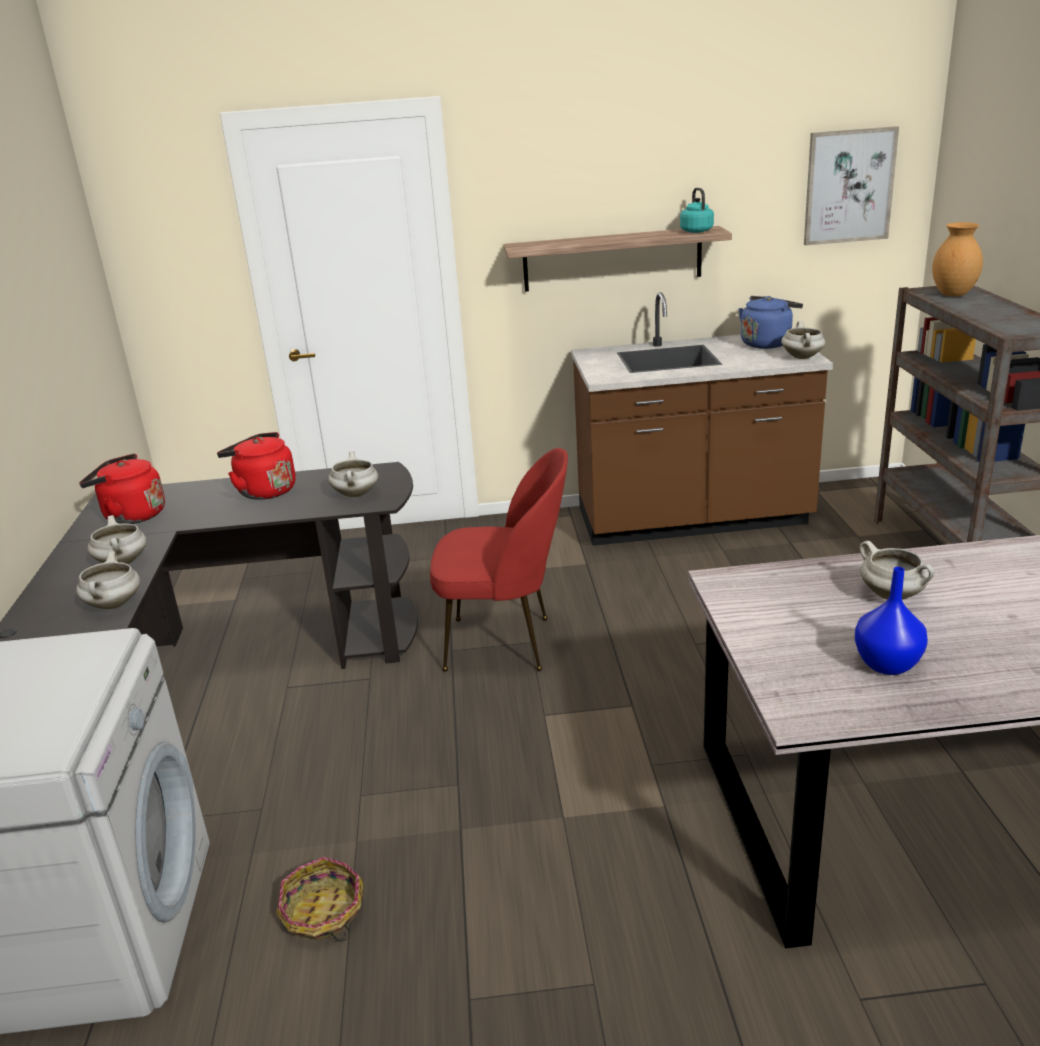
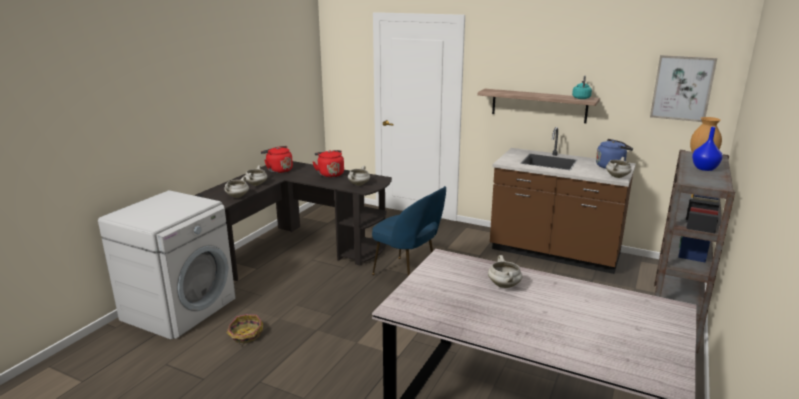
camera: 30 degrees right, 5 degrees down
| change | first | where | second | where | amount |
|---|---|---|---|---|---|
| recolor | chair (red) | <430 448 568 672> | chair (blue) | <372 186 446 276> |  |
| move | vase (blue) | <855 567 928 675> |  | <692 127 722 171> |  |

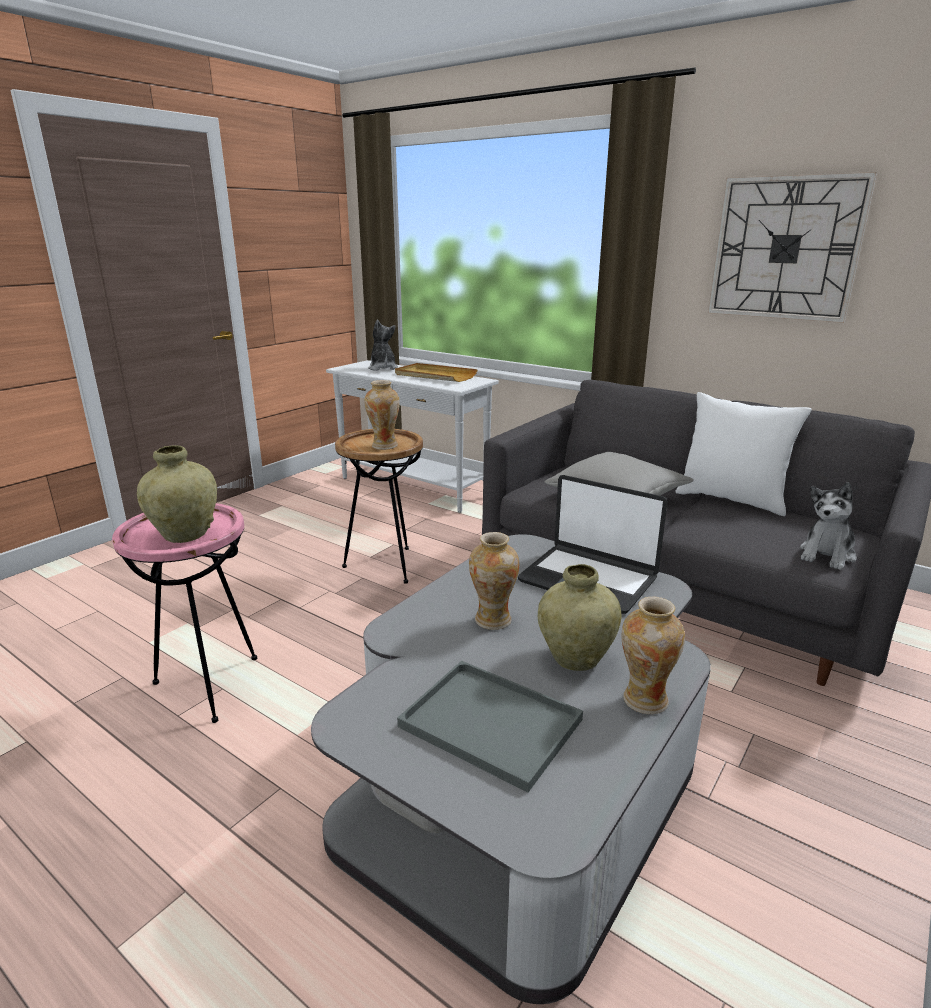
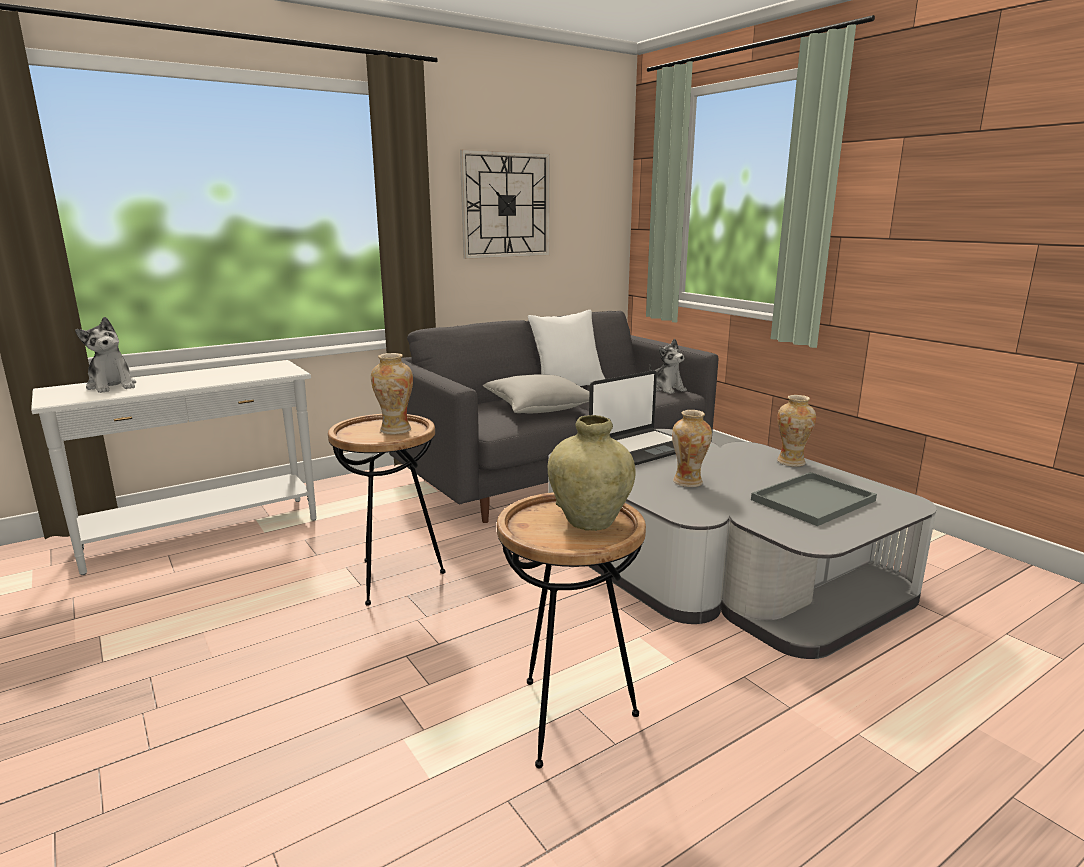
camera: 70 degrees left, 5 degrees down
| change | first | where | second | where | amount |
|---|---|---|---|---|---|
| recolor | side table (pink) | <112 503 257 723> | side table (brown) | <497 492 646 768> |  |
| rotate | plush toy | <368 320 398 371> |  | <75 317 136 393> | 135 degrees counterclockwise |
| delete | tray (beige) | <395 363 478 382> |  |  |  |
| delete | vase (beige) | <538 564 622 671> |  |  |  |

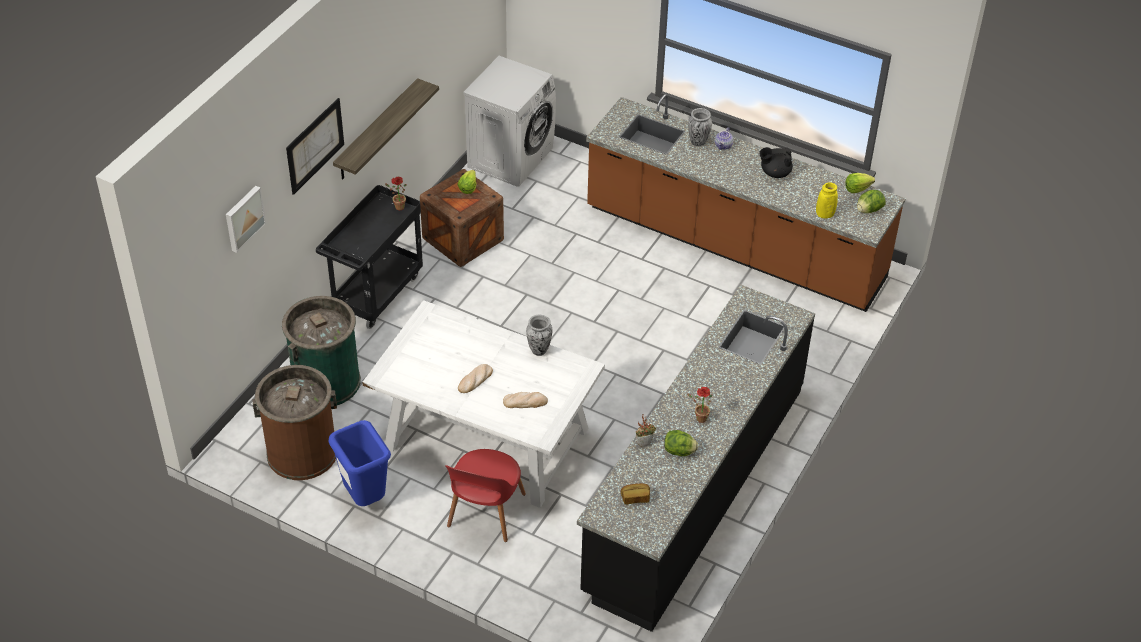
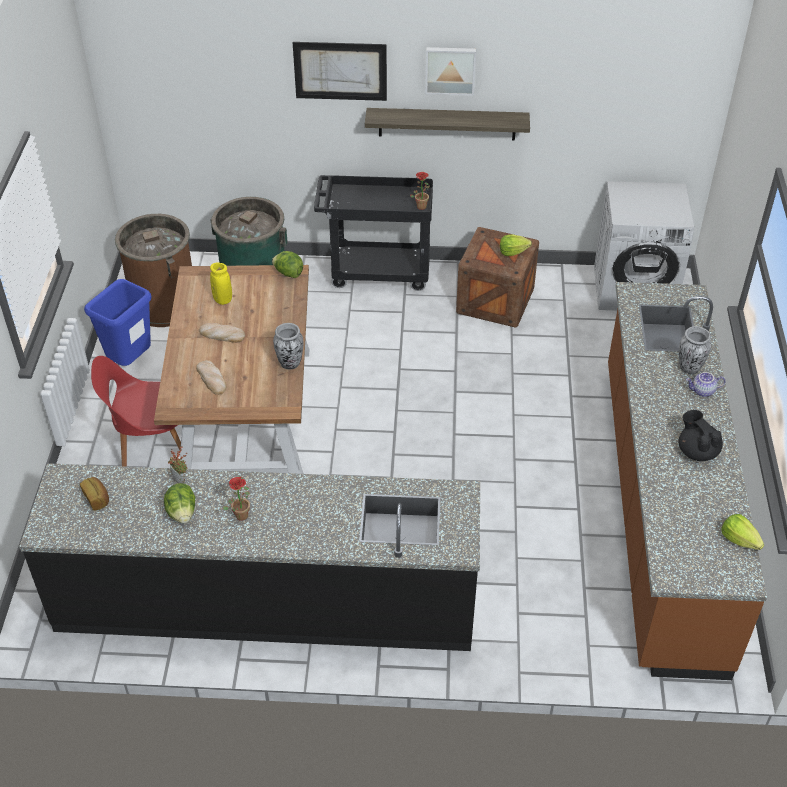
camera: 65 degrees right, 0 degrees up
| change | first | where | second | where | amount |
|---|---|---|---|---|---|
| move | picture | <226 186 266 253> |  | <425 47 476 96> |  |
| recolor | dining table (white) | <362 300 605 508> | dining table (brown) | <154 265 309 474> |  |
| move | vase (yellow) | <816 182 838 218> |  | <210 262 232 305> |  |
| move | lettuce | <857 190 886 213> |  | <272 251 303 278> |  |

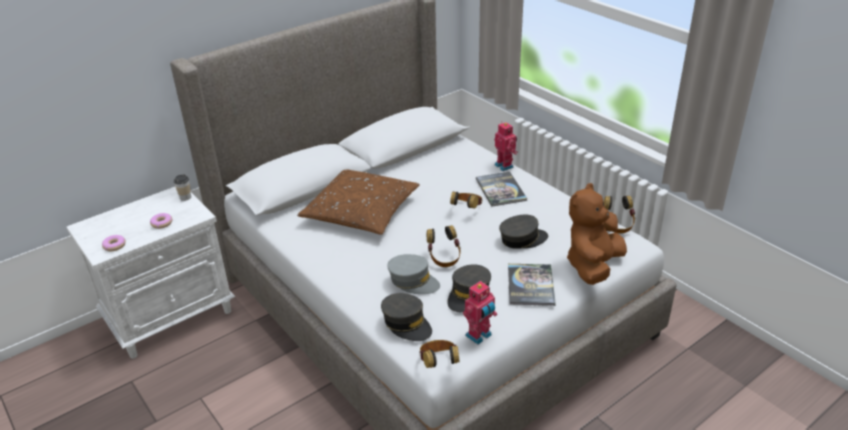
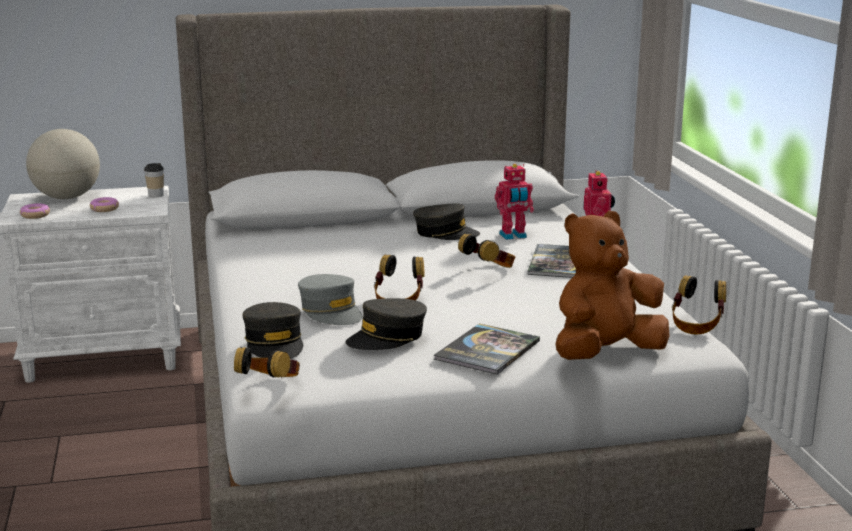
camera: 25 degrees right, 15 degrees down
| change | first | where | second | where | amount |
|---|---|---|---|---|---|
| delete | pillow (brown) | <297 170 420 235> |  |  |  |
| move | toy robot | <463 281 497 345> |  | <495 164 534 240> |  |
| move | cap (grey) | <499 215 548 249> |  | <413 203 480 240> |  |
| insert |  |  | globe | <26 129 100 199> |  |

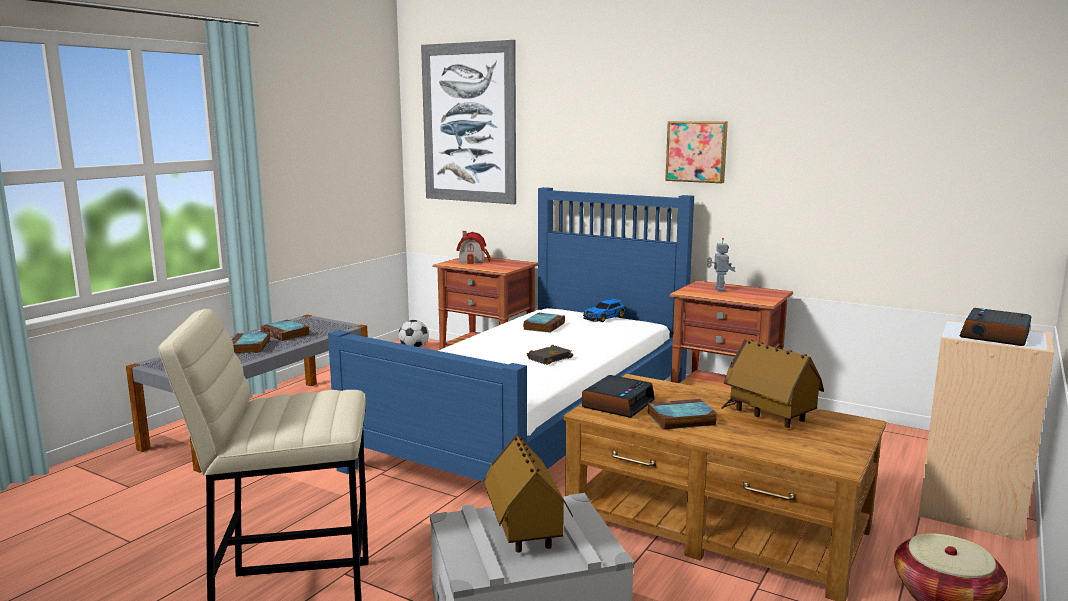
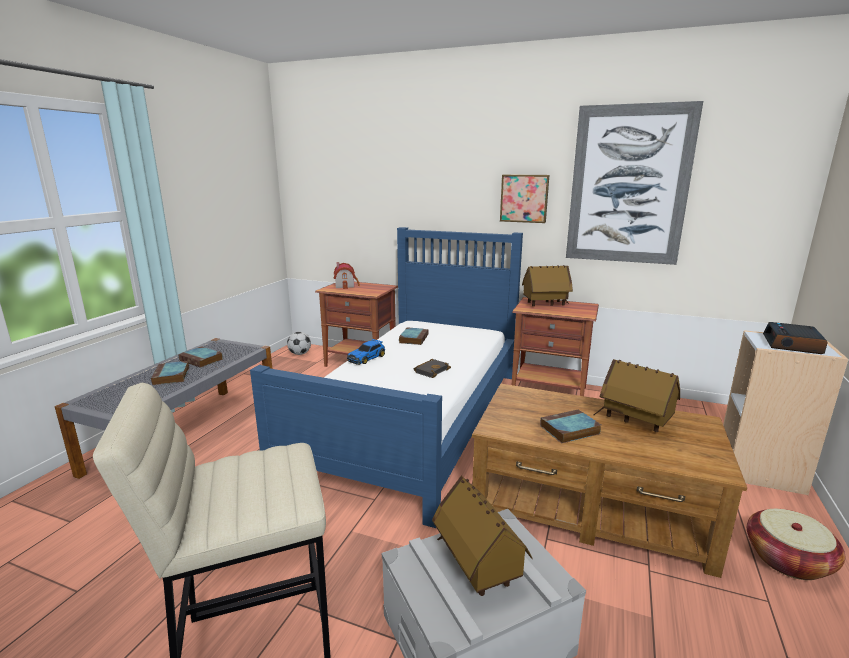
camera: 10 degrees left, 5 degrees up
| change | first | where | second | where | amount |
|---|---|---|---|---|---|
| move | picture | <421 40 516 204> |  | <566 101 703 265> |  |
| delete | alarm clock | <582 375 655 418> |  |  |  |
| move | toy car | <583 298 625 322> |  | <347 339 385 365> |  |
| replace | toy robot | <707 238 736 291> | toy house | <522 265 573 306> |  |

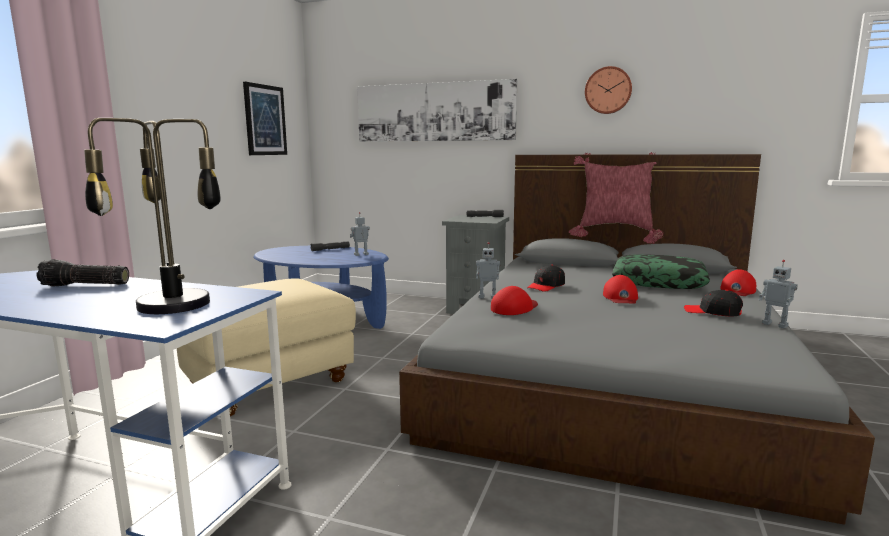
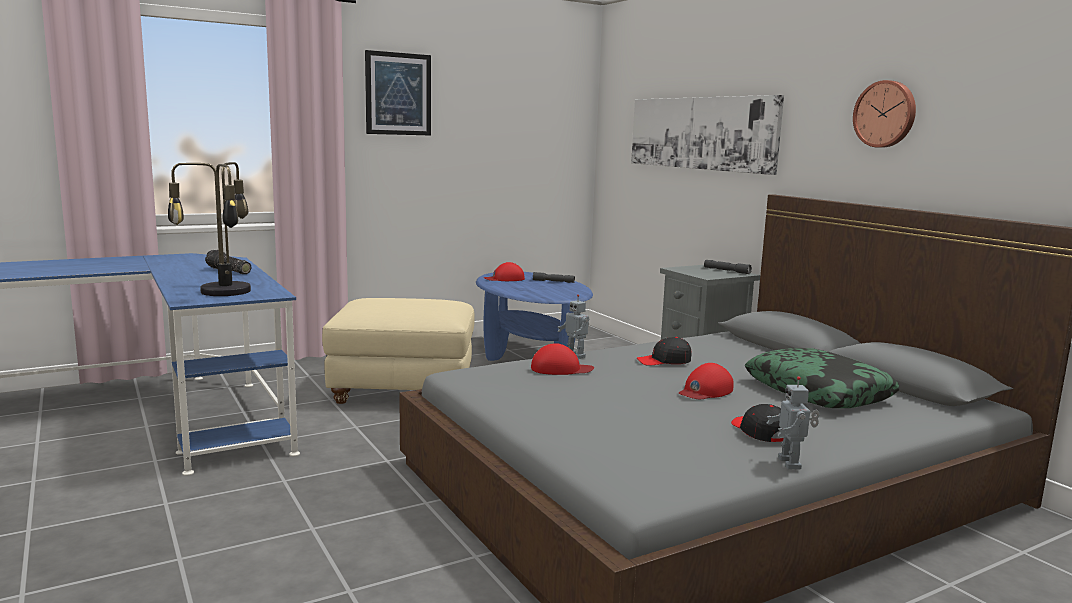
camera: 40 degrees right, 0 degrees up
| change | first | where | second | where | amount |
|---|---|---|---|---|---|
| move | picture | <243 82 287 155> |  | <365 50 431 136> |  |
| delete | toy robot | <350 212 370 256> |  |  |  |
| delete | pillow (red) | <569 152 664 243> |  |  |  |
| move | cap (red) | <720 269 756 296> |  | <484 262 525 281> |  |

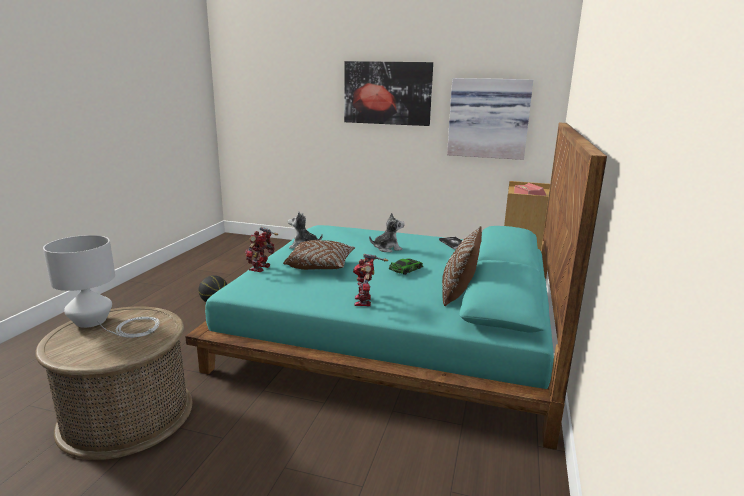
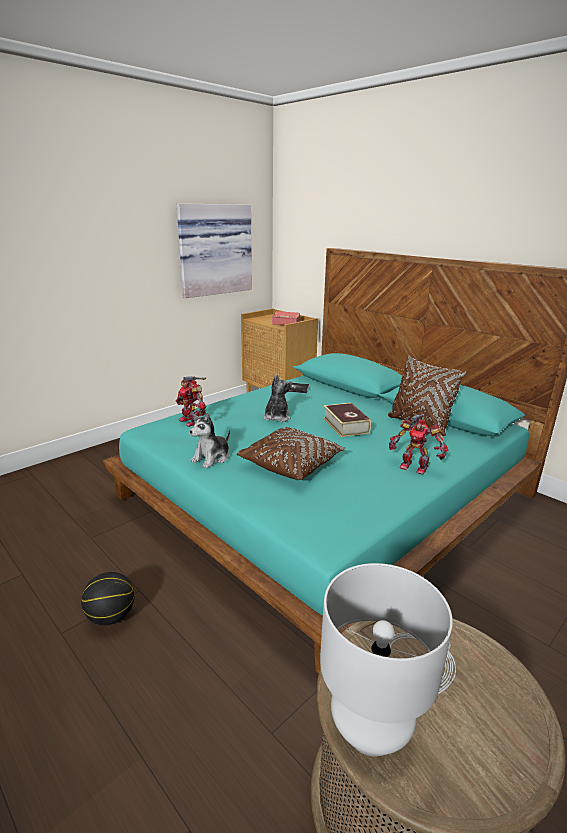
camera: 60 degrees left, 5 degrees up
| change | first | where | second | where | amount |
|---|---|---|---|---|---|
| move | toy robot | <245 227 278 272> |  | <176 376 206 427> |  |
| delete | picture | <344 61 433 126> |  |  |  |
| replace | toy car | <389 258 423 275> | book | <323 403 371 437> |  |

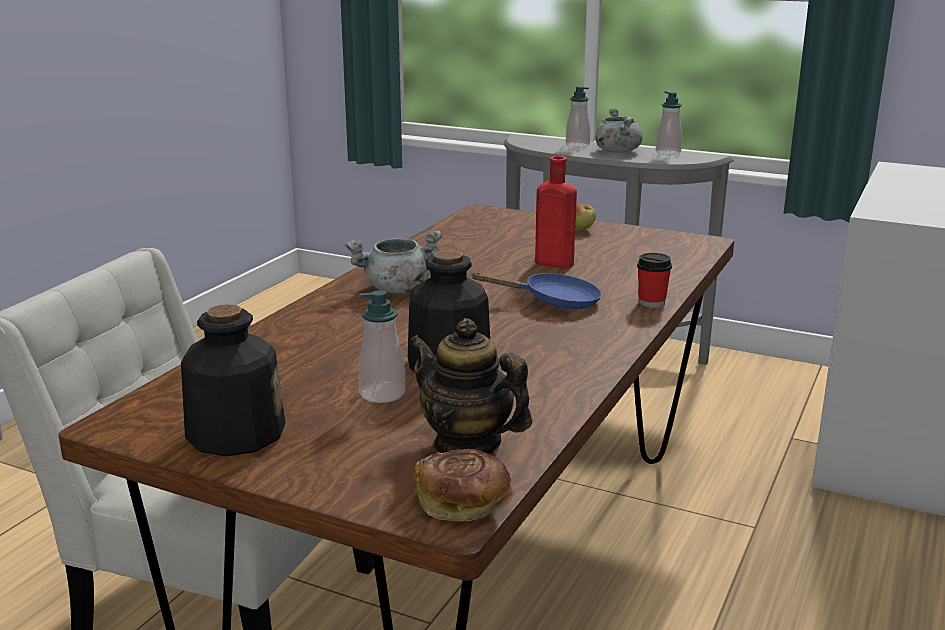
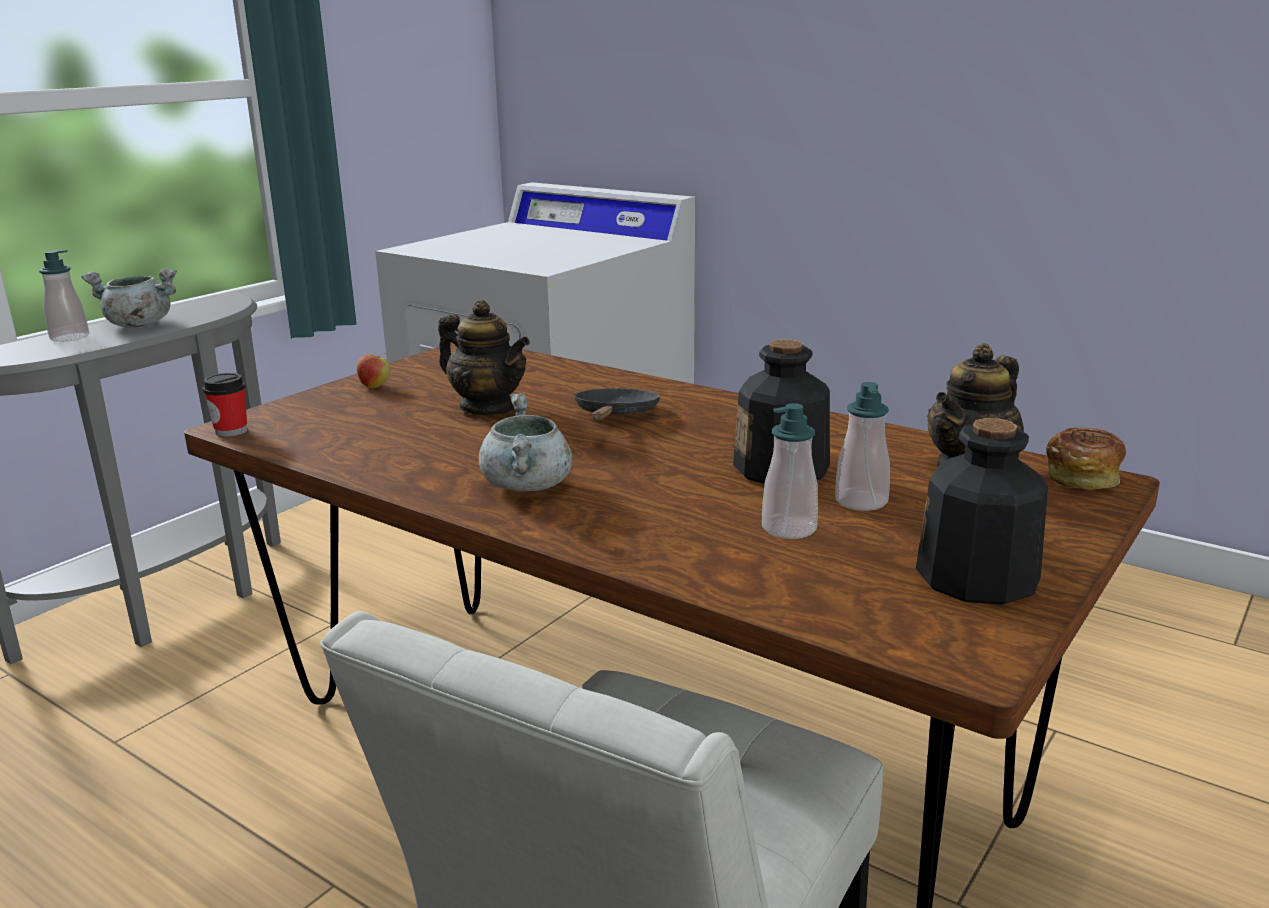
camera: 80 degrees left, 0 degrees up
| change | first | where | second | where | amount |
|---|---|---|---|---|---|
| recolor | frying pan (blue) | <470 272 602 309> | frying pan (black) | <574 388 661 421> |  |
| replace | bottle (red) | <535 156 577 269> | teapot | <438 300 530 415> |  |
| move | cup | <637 253 672 308> |  | <202 373 247 437> |  |
| move | soap dispenser | <655 91 682 155> |  | <762 403 818 539> |  |

